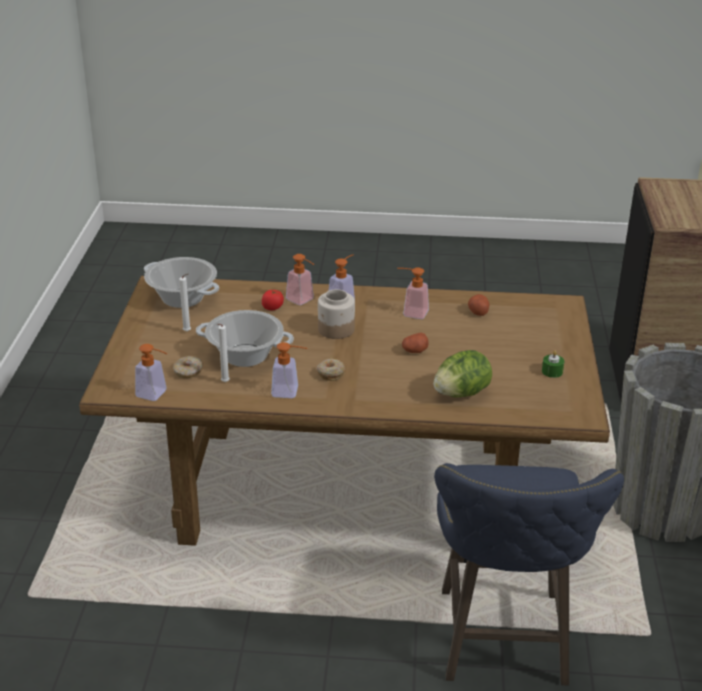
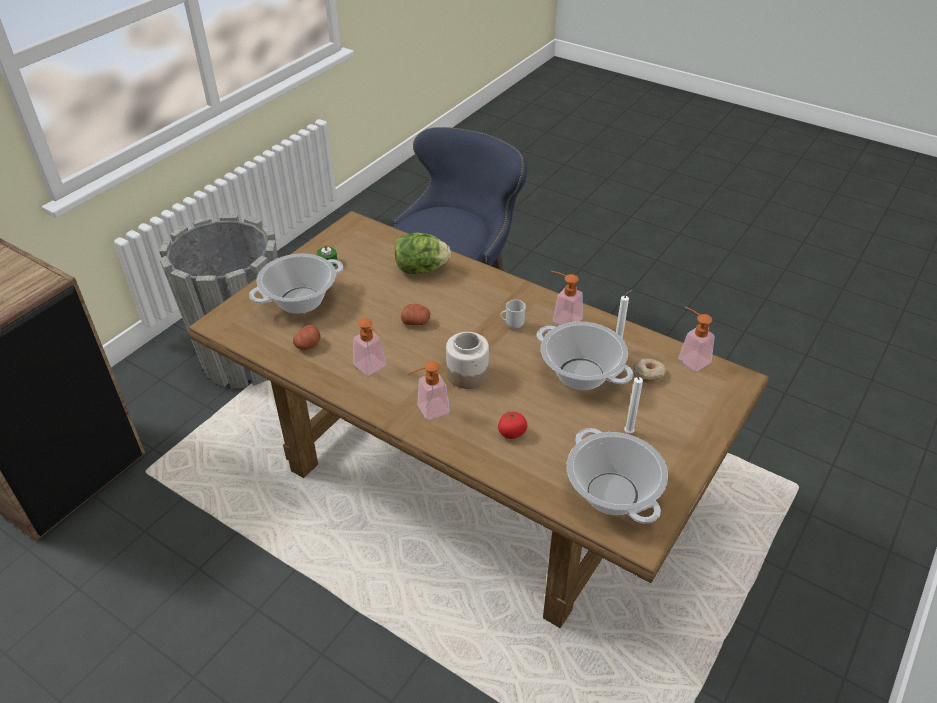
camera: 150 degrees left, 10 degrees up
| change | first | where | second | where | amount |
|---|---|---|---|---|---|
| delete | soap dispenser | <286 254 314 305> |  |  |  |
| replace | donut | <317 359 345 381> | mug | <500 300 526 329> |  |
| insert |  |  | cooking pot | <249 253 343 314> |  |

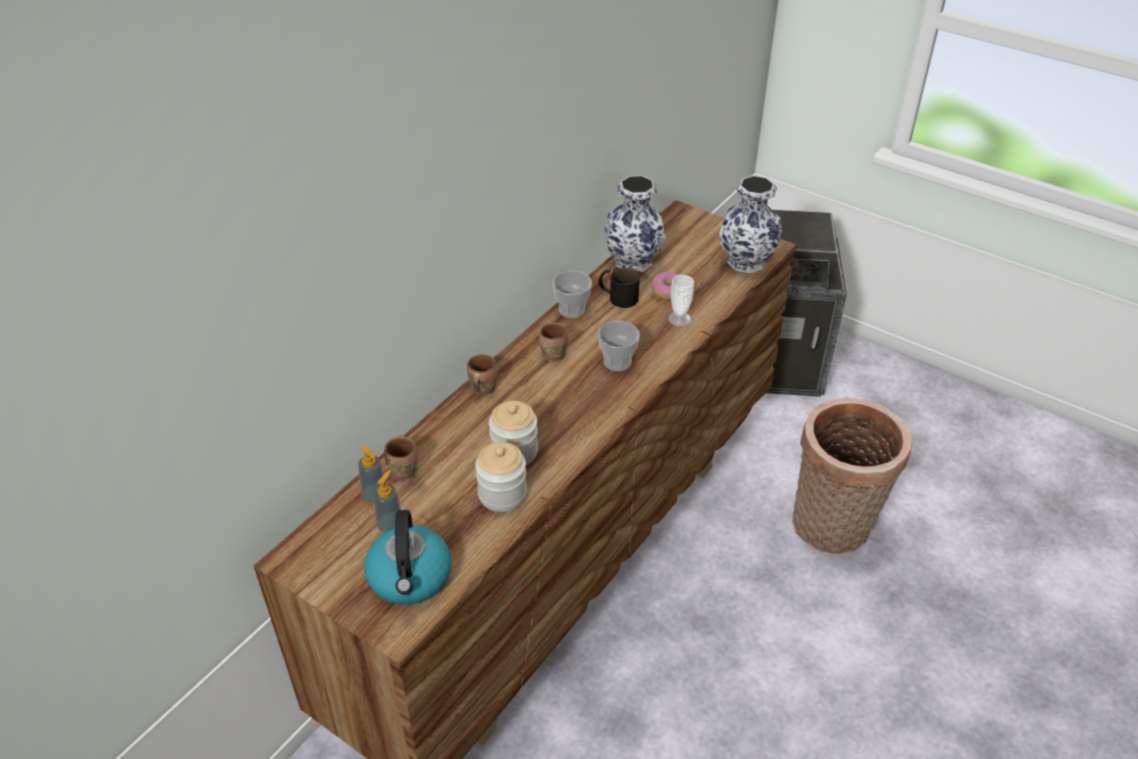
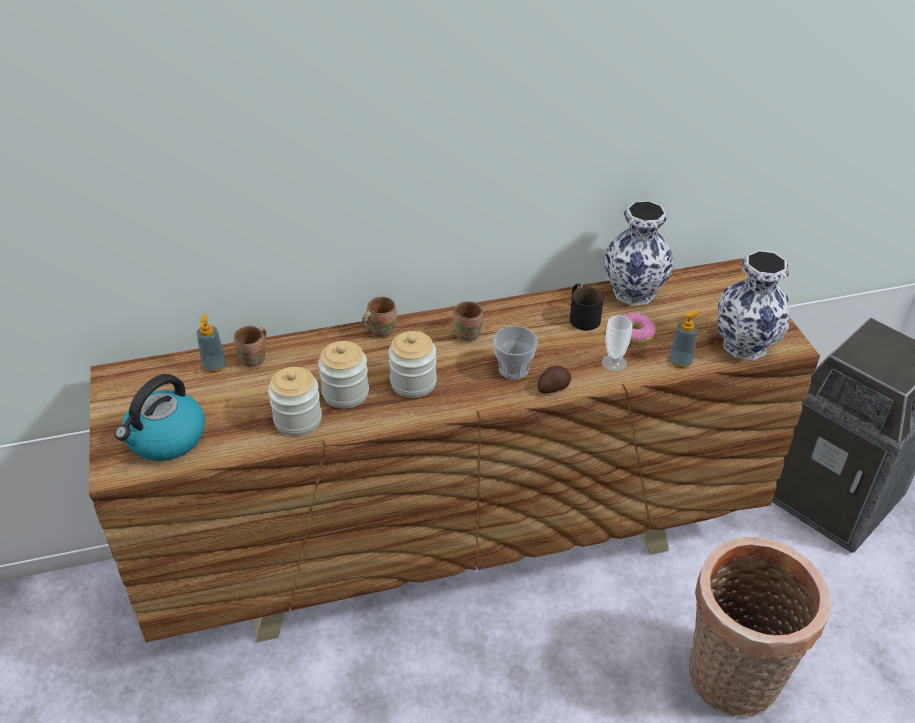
camera: 40 degrees right, 0 degrees up
| change | first | where | second | where | amount |
|---|---|---|---|---|---|
| move | soap dispenser | <374 470 401 533> |  | <669 310 701 369> |  |
| delete | cup | <552 271 592 318> |  |  |  |
| insert |  |  | jar | <388 331 437 398> |  |
| insert |  |  | potato | <537 366 571 394> |  |

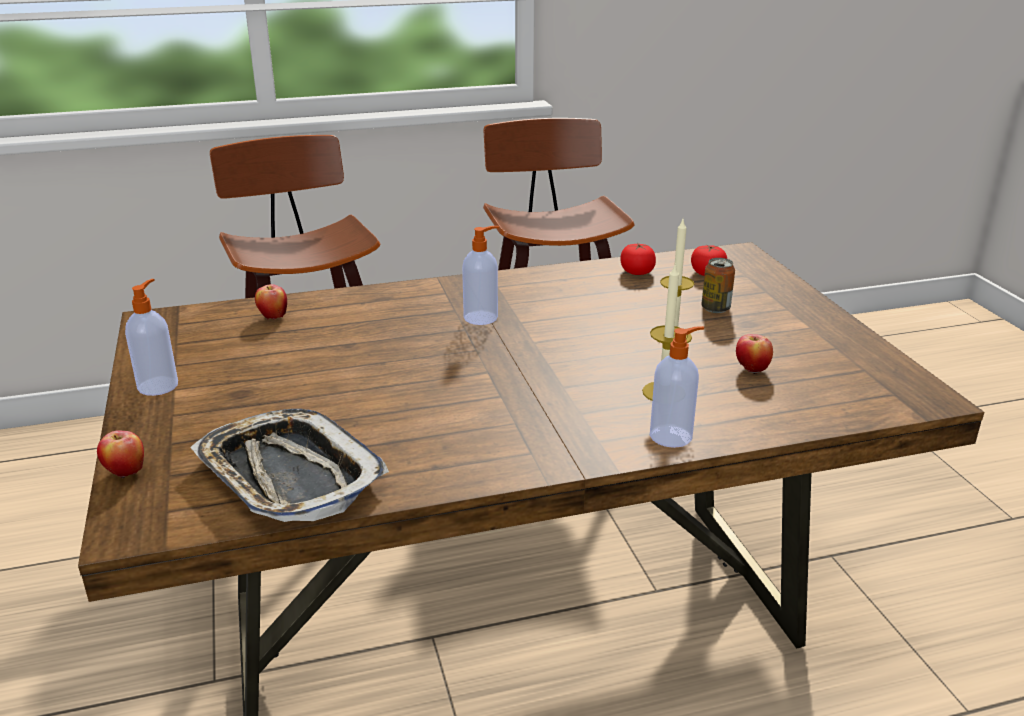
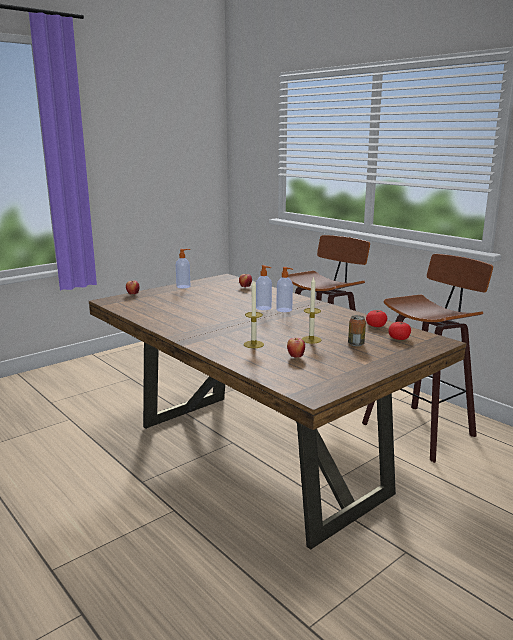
camera: 65 degrees right, 10 degrees down
| change | first | where | second | where | amount |
|---|---|---|---|---|---|
| delete | tray | <190 409 389 522> |  |  |  |
| move | soap dispenser | <650 326 704 448> |  | <256 265 272 310> |  |

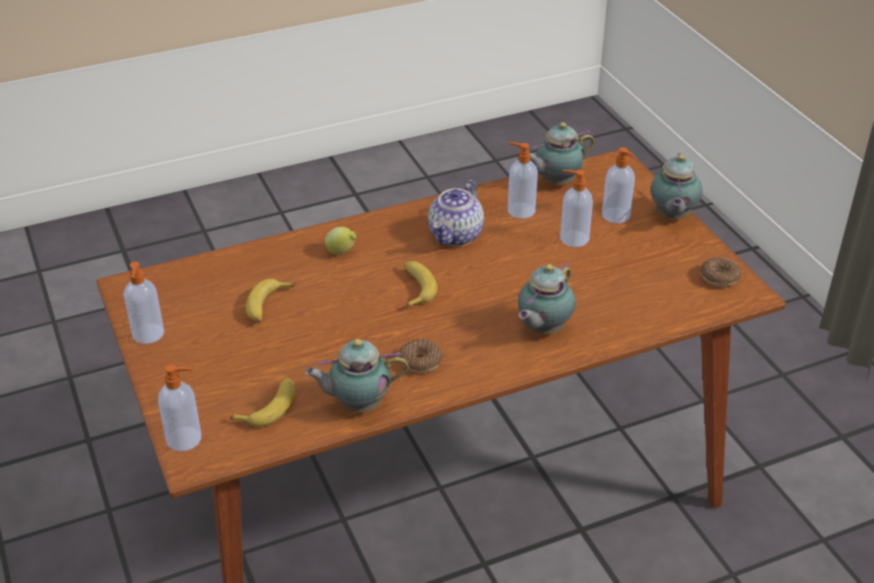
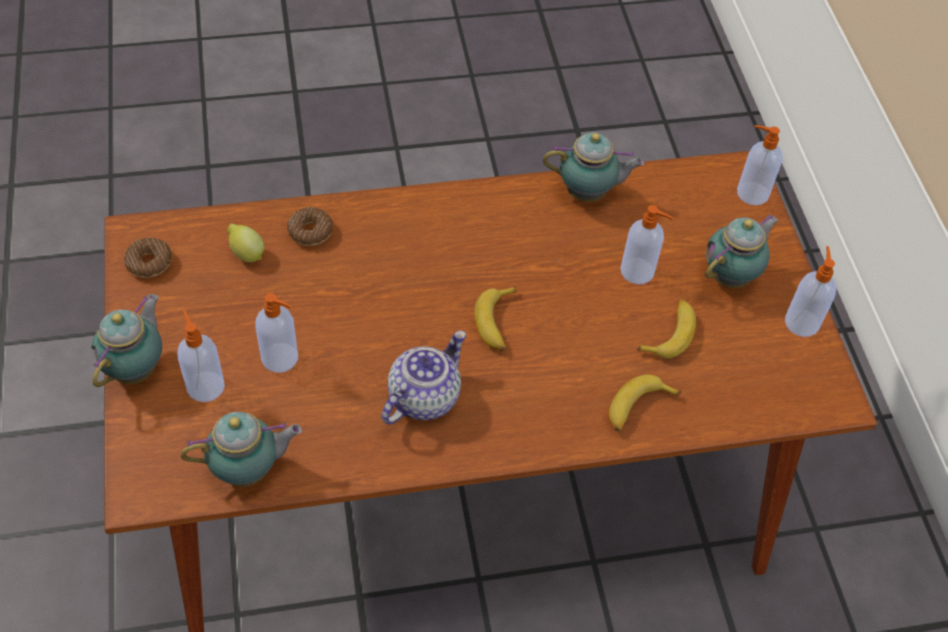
camera: 170 degrees left, 15 degrees up
| change | first | where | second | where | amount |
|---|---|---|---|---|---|
| move | banana | <230 377 296 427> |  | <609 375 682 431> |  |
| move | lemon | <325 227 356 255> |  | <227 223 264 262> |  |
| move | donut | <399 339 443 373> |  | <287 207 333 246> |  |
| move | soap dispenser | <508 142 538 219> |  | <620 205 673 284> |  |
| move | teapot | <518 262 576 334> |  | <705 214 778 288> |  |

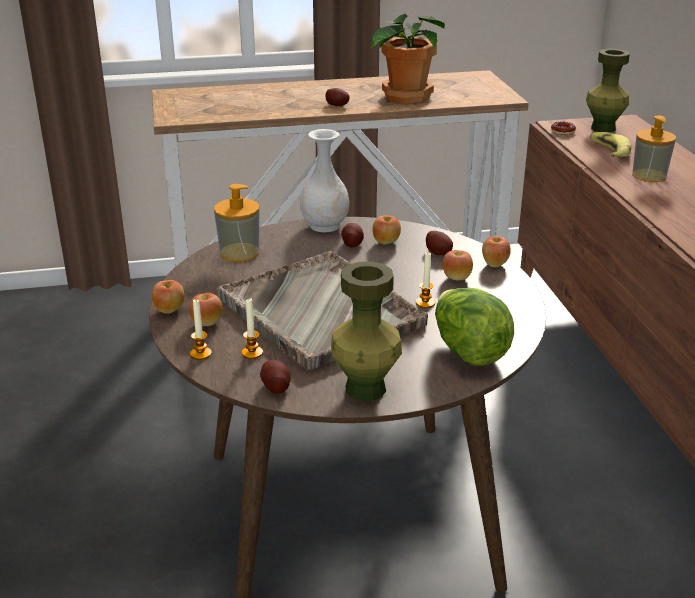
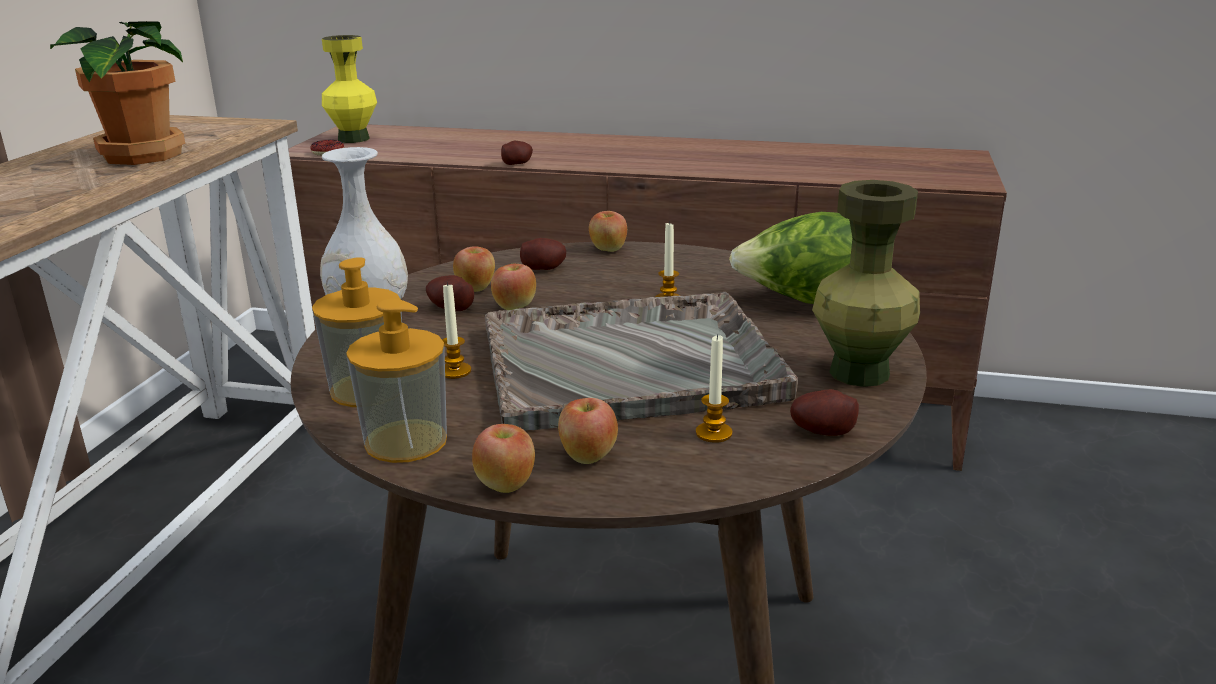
camera: 65 degrees left, 5 degrees down
| change | first | where | second | where | amount |
|---|---|---|---|---|---|
| move | candle | <190 299 212 360> |  | <442 282 471 379> |  |
| move | potato | <325 88 350 106> |  | <501 141 533 165> |  |
| move | apple | <443 250 473 280> |  | <491 264 536 310> |  |
| recolor | vase (green) | <586 49 630 133> | vase (yellow) | <322 35 377 143> |  |
| delete | banana | <590 132 631 157> |  |  |  |
| move | soap dispenser | <632 115 676 182> |  | <346 299 447 463> |  |

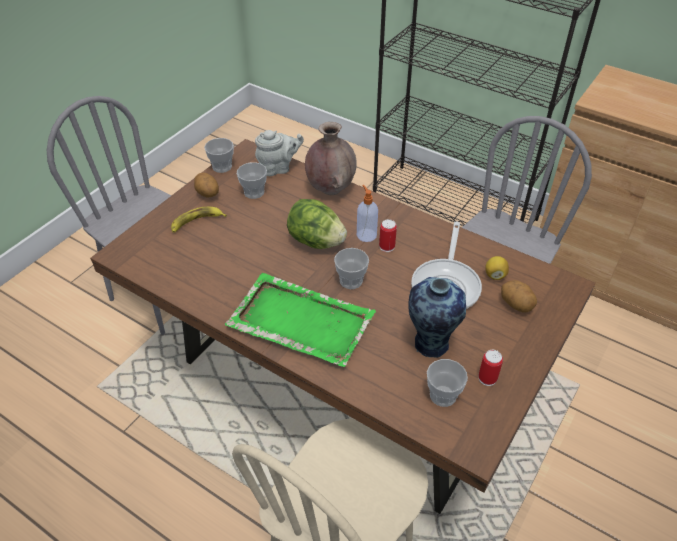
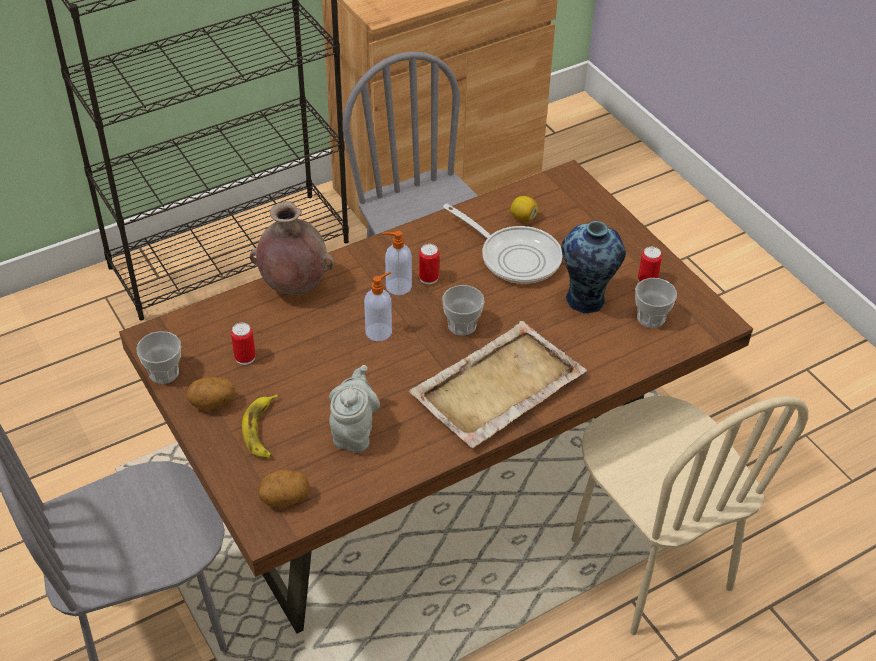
camera: 65 degrees left, 0 degrees up
| change | first | where | second | where | amount |
|---|---|---|---|---|---|
| recolor | tray (green) | <225 273 376 367> | tray (beige) | <409 321 587 448> |  |
| replace | cup | <237 162 267 199> | can | <231 323 256 365> |  |
| move | teapot (grey) | <255 130 304 176> |  | <329 365 380 453> |  |
| replace | lettuce | <287 199 347 249> | soap dispenser | <364 272 392 341> |  |
| move | potato | <501 280 537 313> |  | <258 470 309 507> |  |

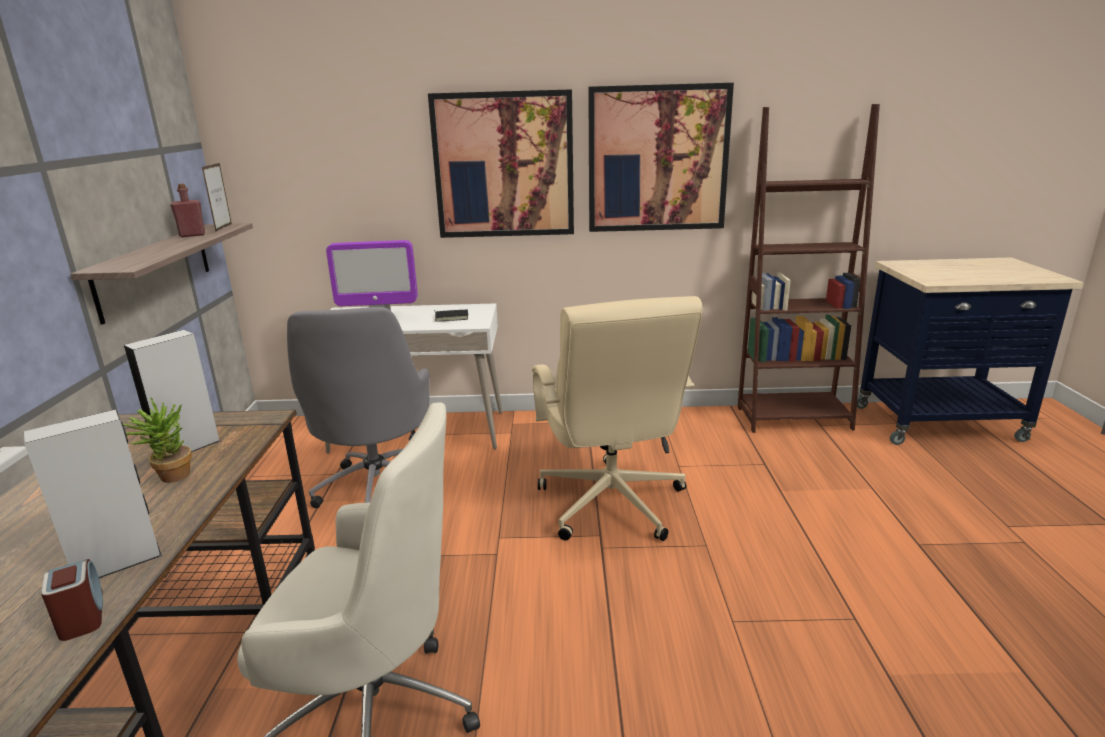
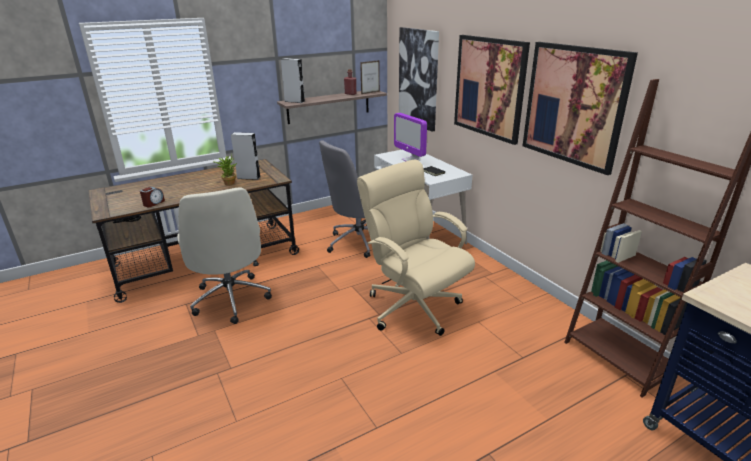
camera: 60 degrees right, 5 degrees up
| change | first | where | second | where | amount |
|---|---|---|---|---|---|
| move | speaker (grey) | <24 409 162 578> |  | <281 58 305 103> |  |
| rotate | office chair (beige) | <532 296 703 541> |  | <357 160 475 336> | 90 degrees clockwise |
| insert |  |  | picture | <399 27 439 132> |  |

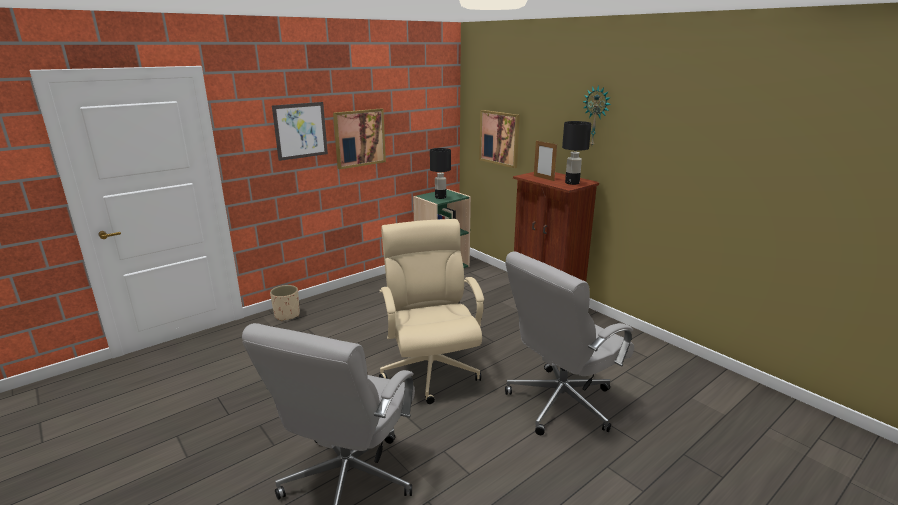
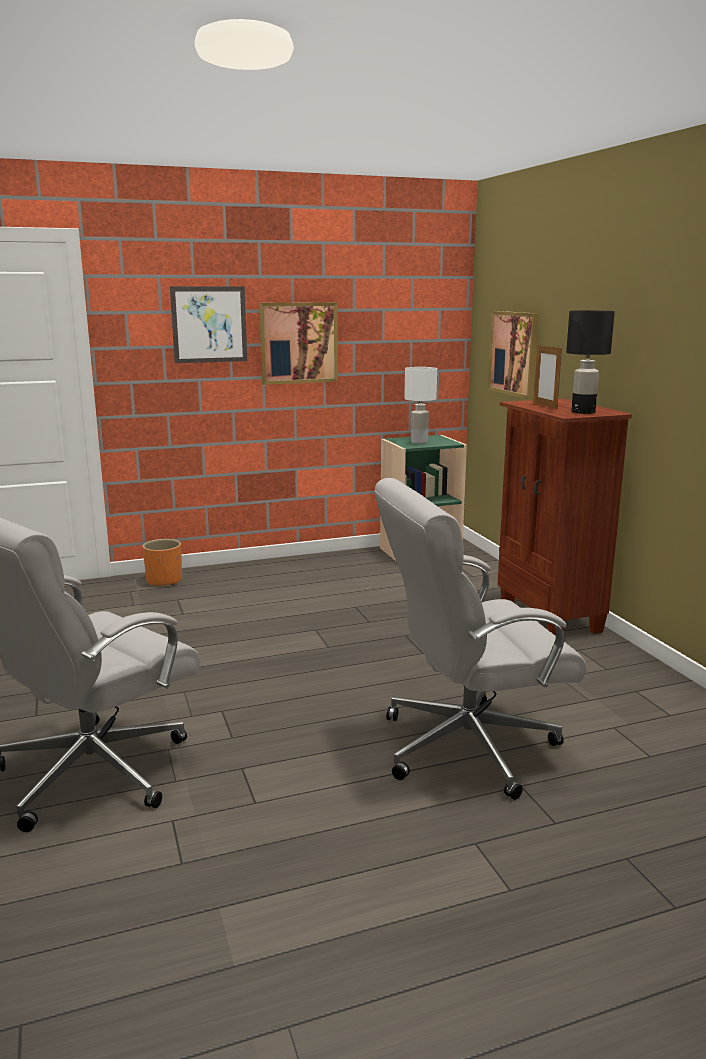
camera: 20 degrees right, 5 degrees down
| change | first | where | second | where | amount |
|---|---|---|---|---|---|
| recolor | planter (beige) | <270 285 300 321> | planter (orange) | <142 539 182 587> |  |
| delete | office chair (beige) | <379 219 484 404> |  |  |  |
| recolor | table lamp (black) | <430 148 451 199> | table lamp (white) | <404 367 437 444> |  |
| delete | wall clock | <583 85 611 146> |  |  |  |

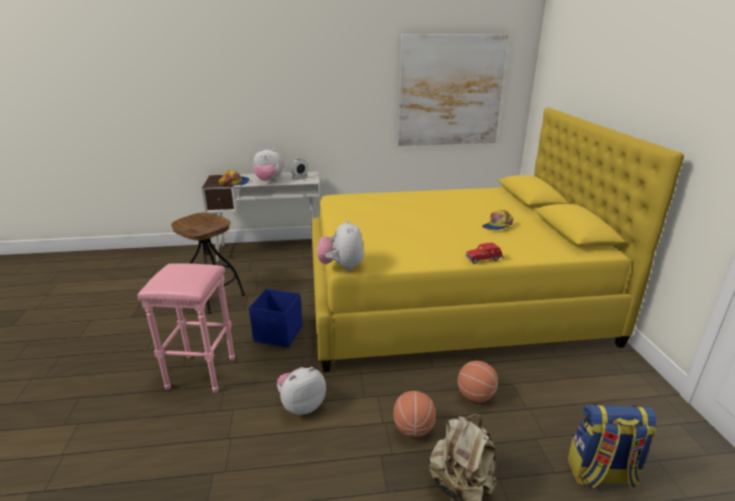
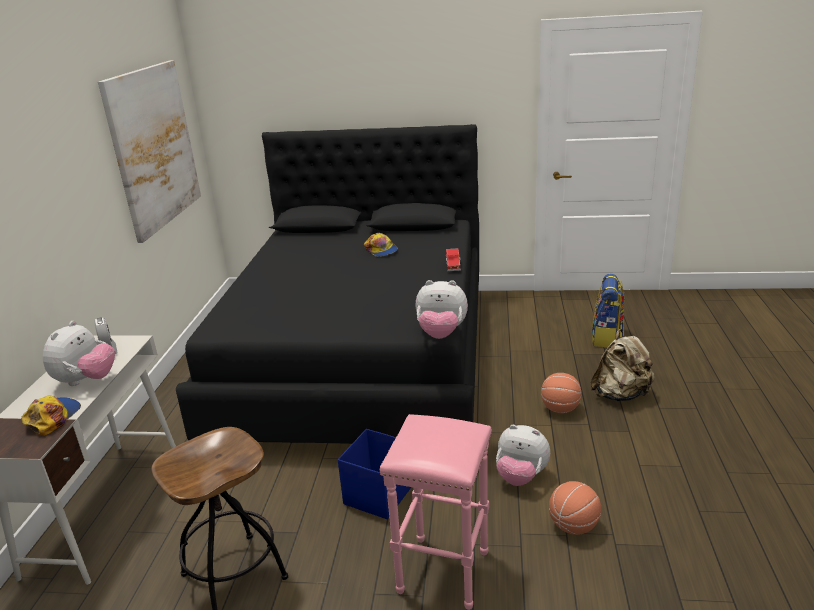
camera: 75 degrees left, 0 degrees up
| change | first | where | second | where | amount |
|---|---|---|---|---|---|
| rotate | plush toy | <277 367 326 415> |  | <496 425 550 486> | 45 degrees counterclockwise |
| recolor | bed (yellow) | <311 107 684 373> | bed (black) | <176 124 479 444> |  |
| move | basketball | <458 361 498 402> |  | <549 481 601 535> |  |

